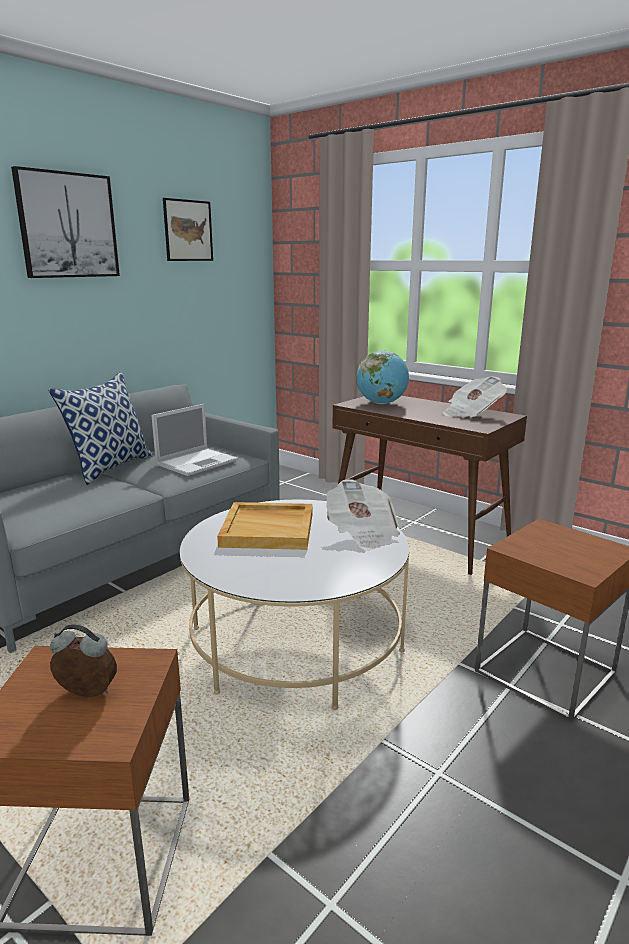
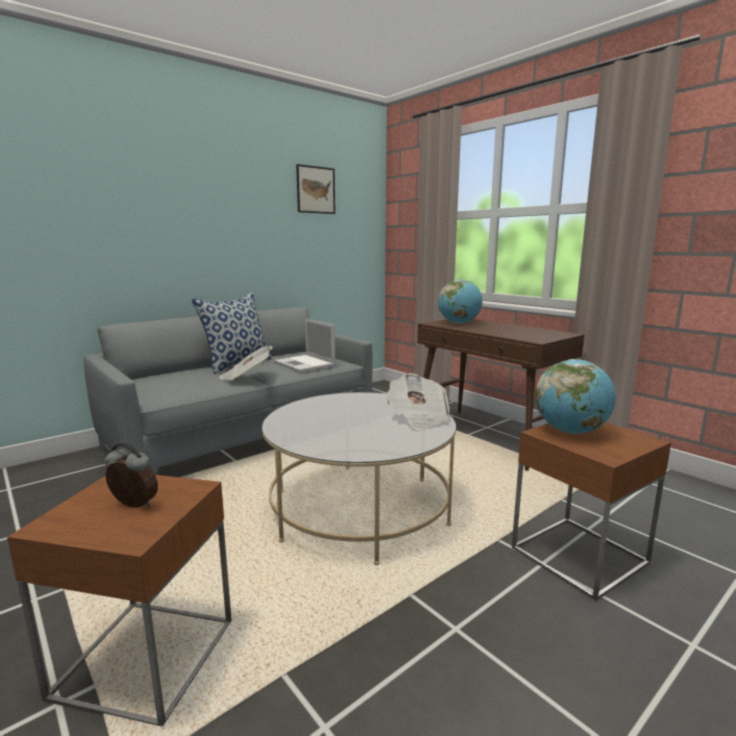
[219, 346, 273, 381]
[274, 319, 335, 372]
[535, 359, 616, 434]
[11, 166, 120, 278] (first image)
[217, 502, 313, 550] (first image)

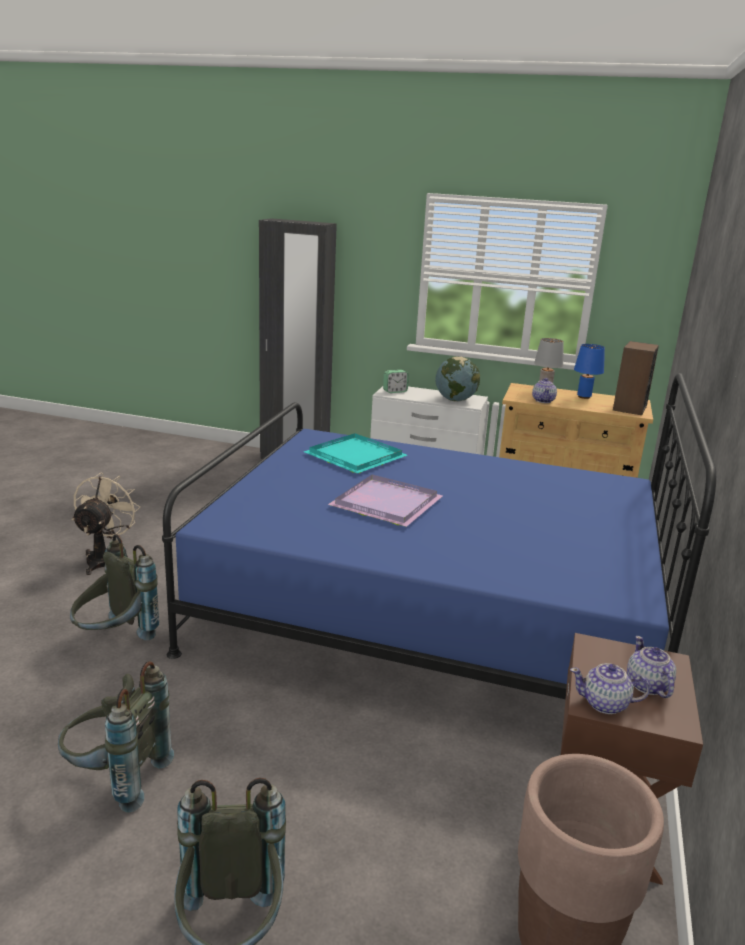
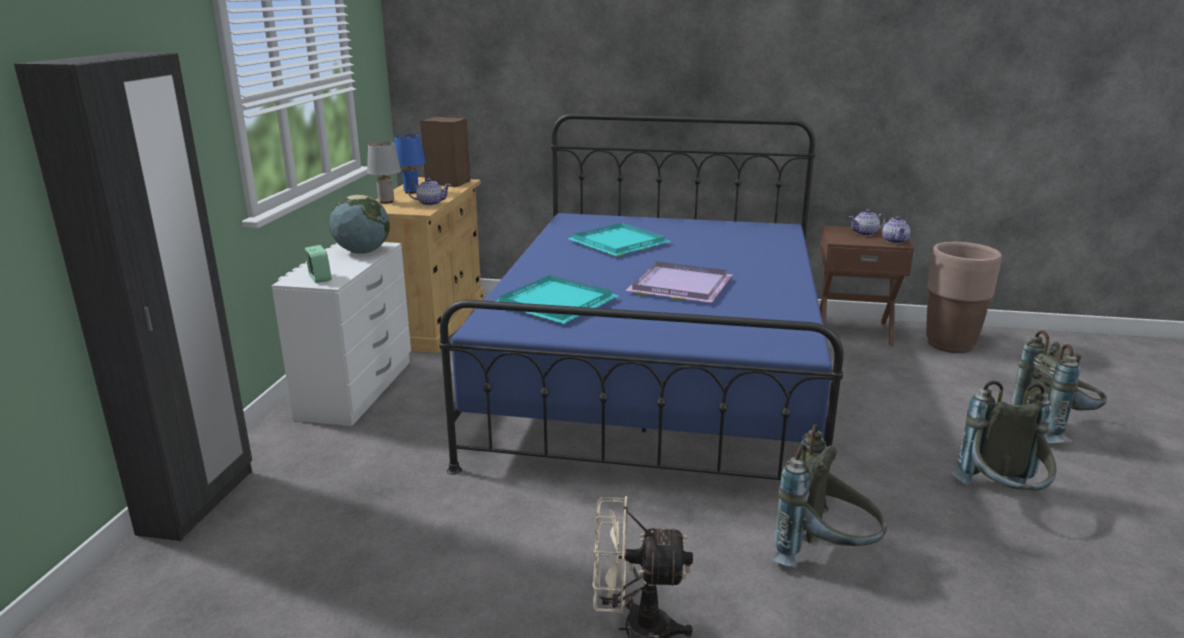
[567, 223, 671, 257]

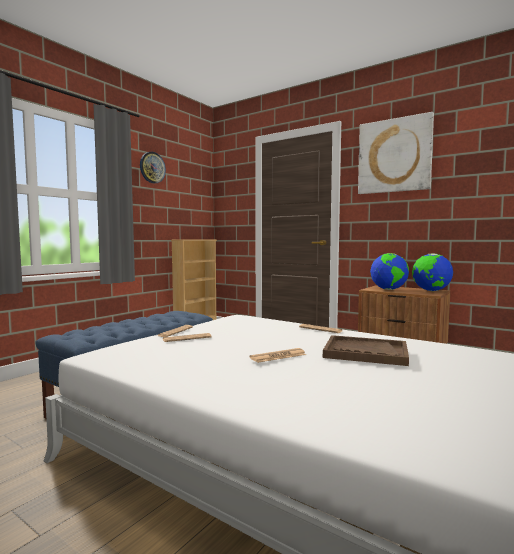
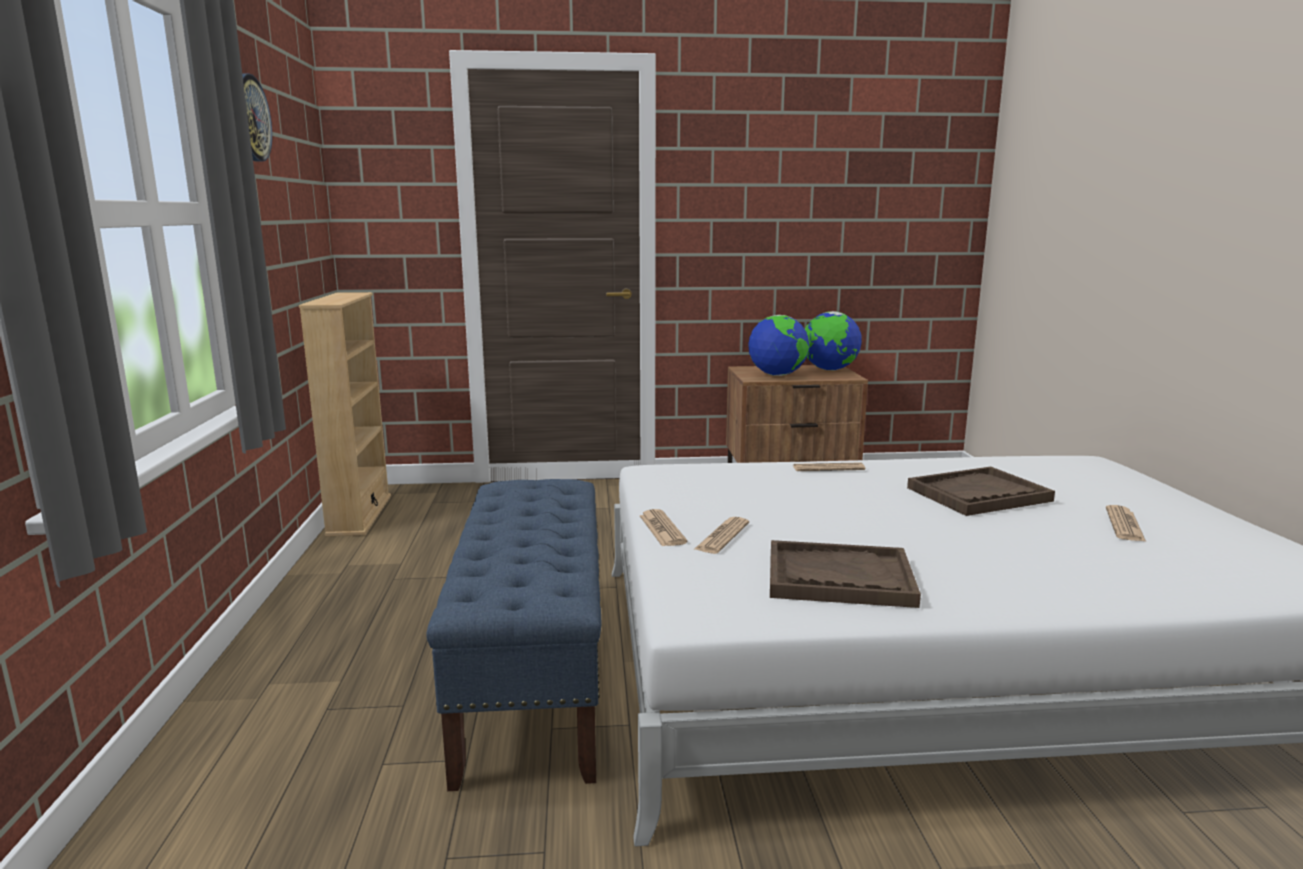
[770, 540, 921, 608]
[1106, 505, 1146, 542]
[358, 112, 434, 194] (first image)

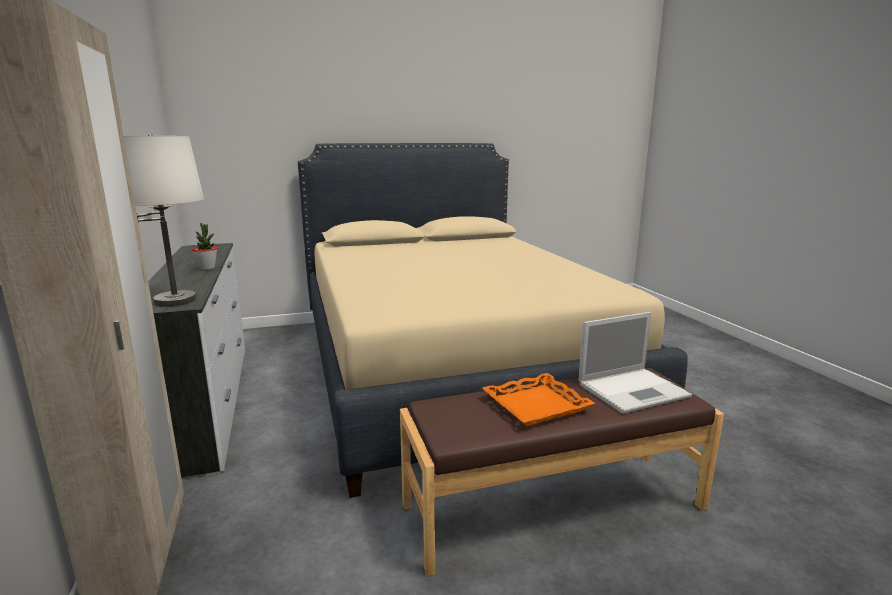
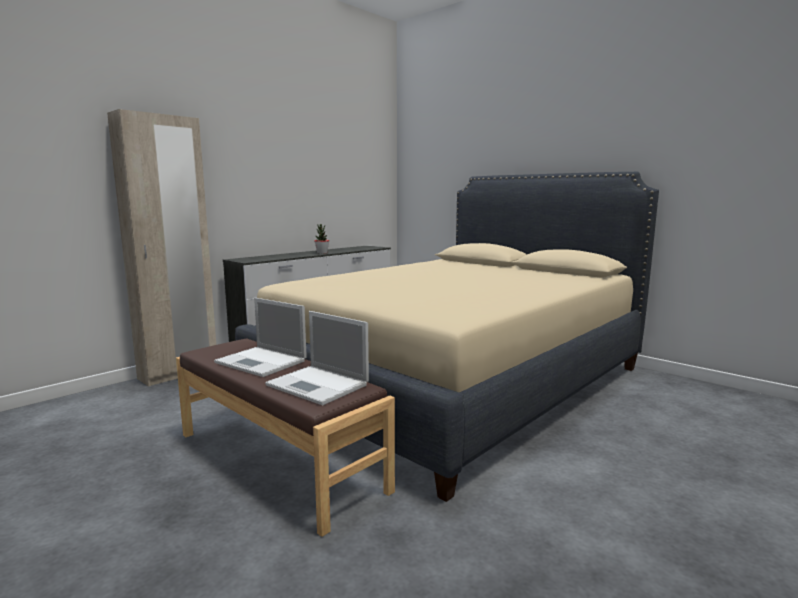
[214, 298, 307, 377]
[124, 133, 204, 307] (first image)

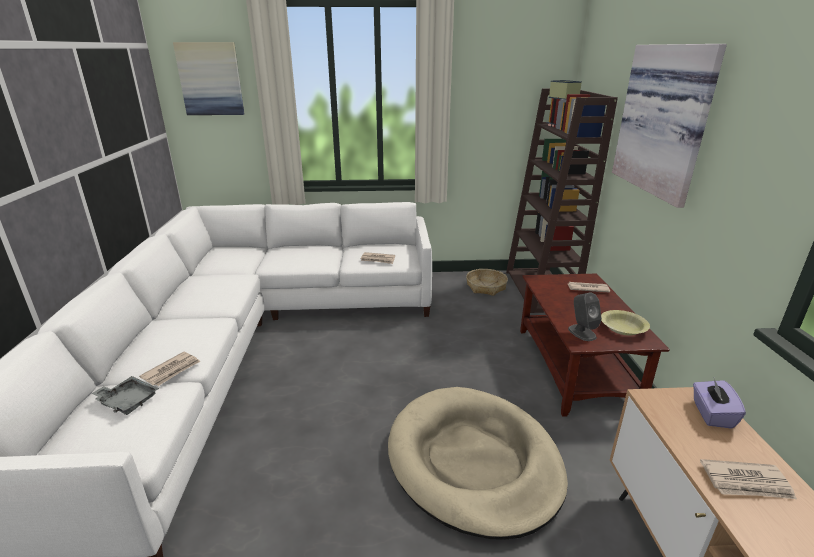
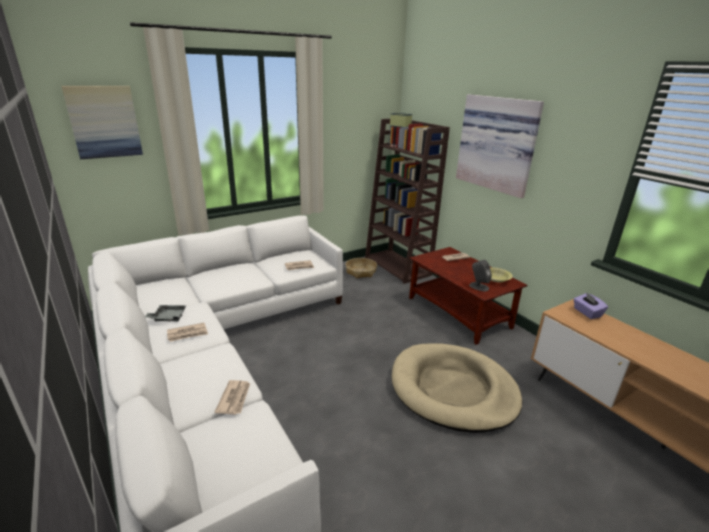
[145, 305, 187, 322]
[167, 323, 208, 342]

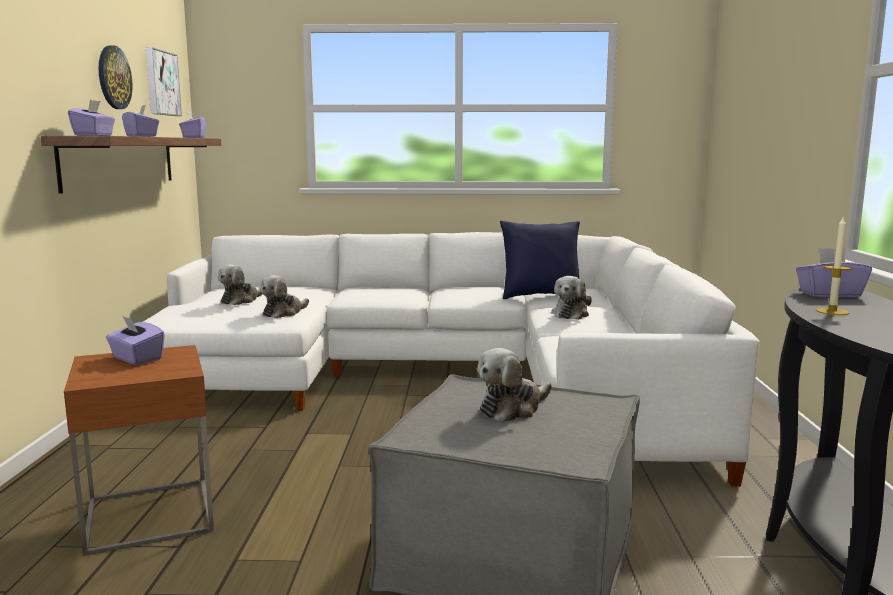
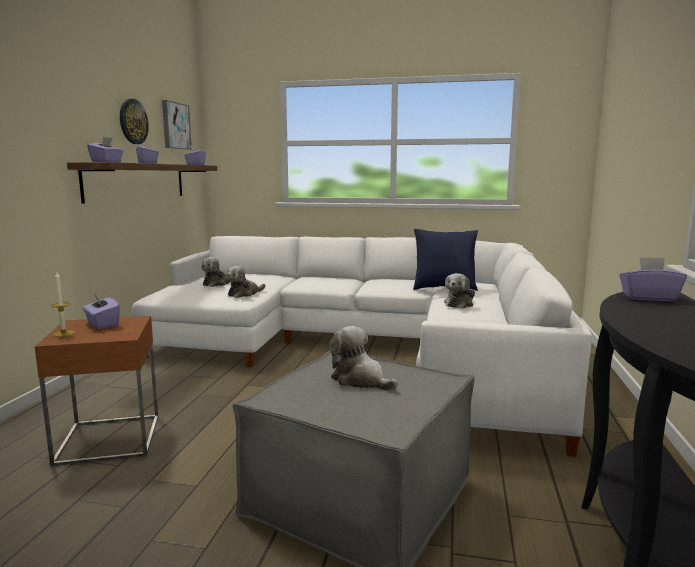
[51, 272, 75, 337]
[329, 326, 398, 391]

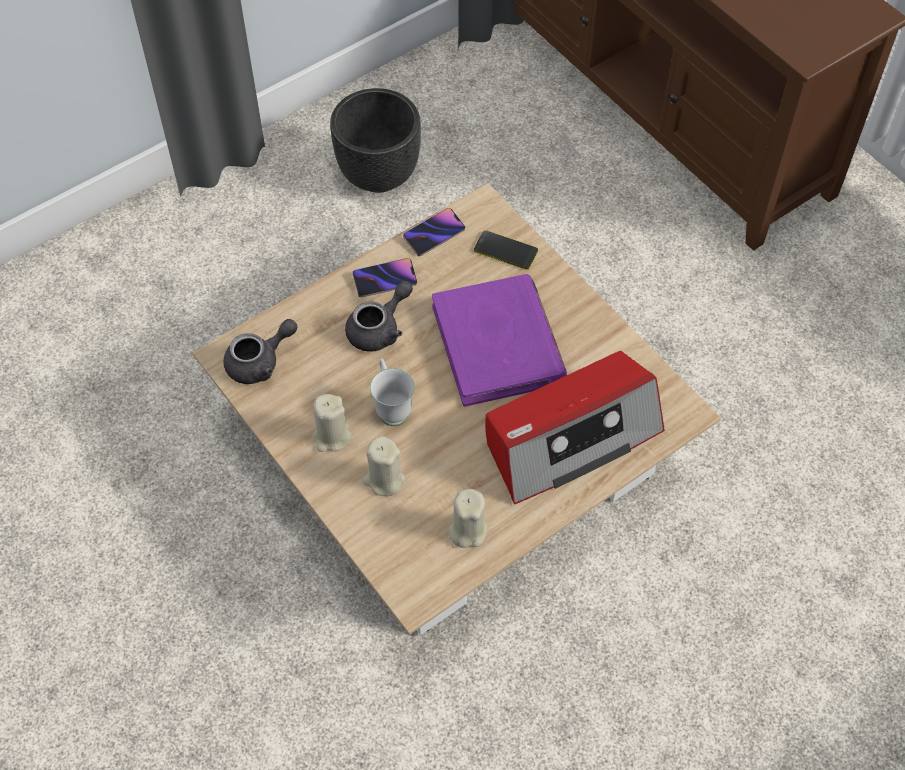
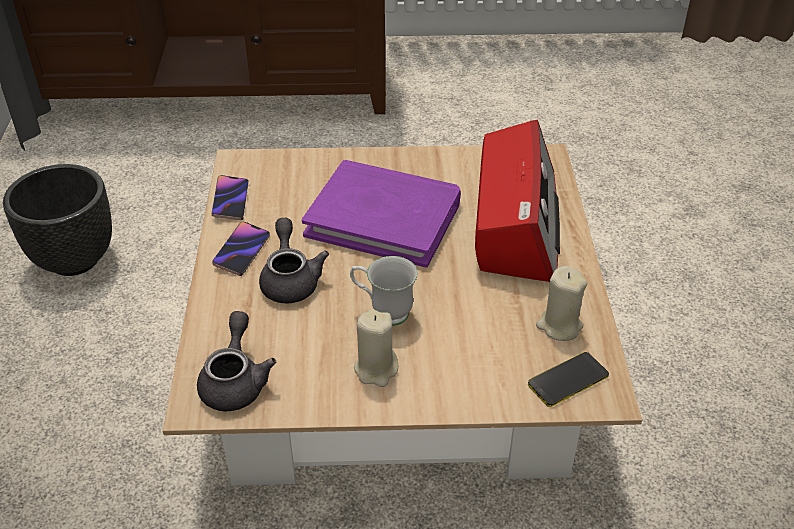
[528, 352, 609, 407]
[363, 436, 406, 496] (first image)

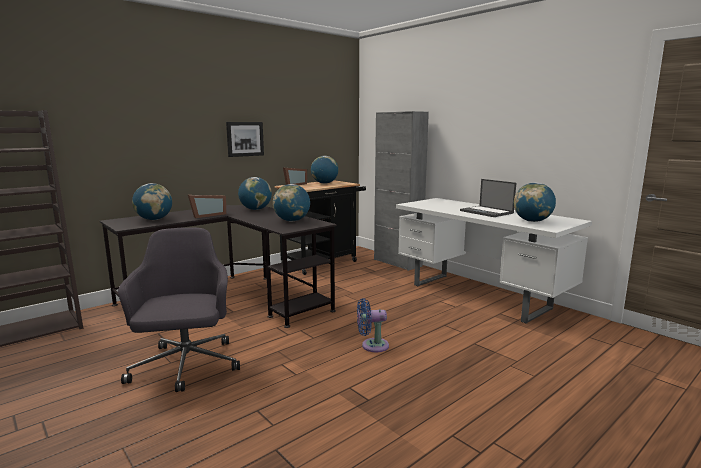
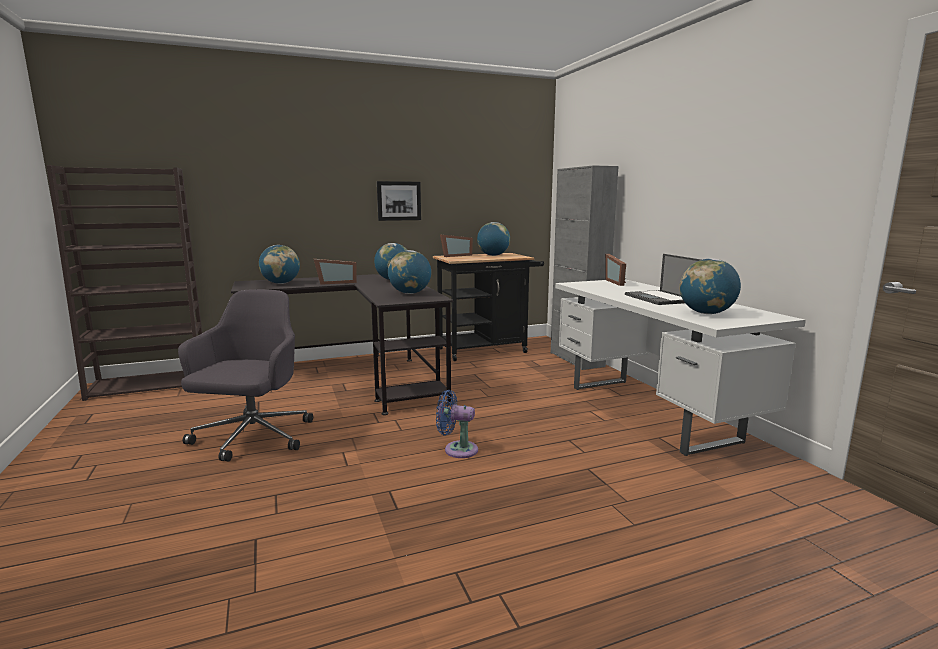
[605, 254, 626, 286]

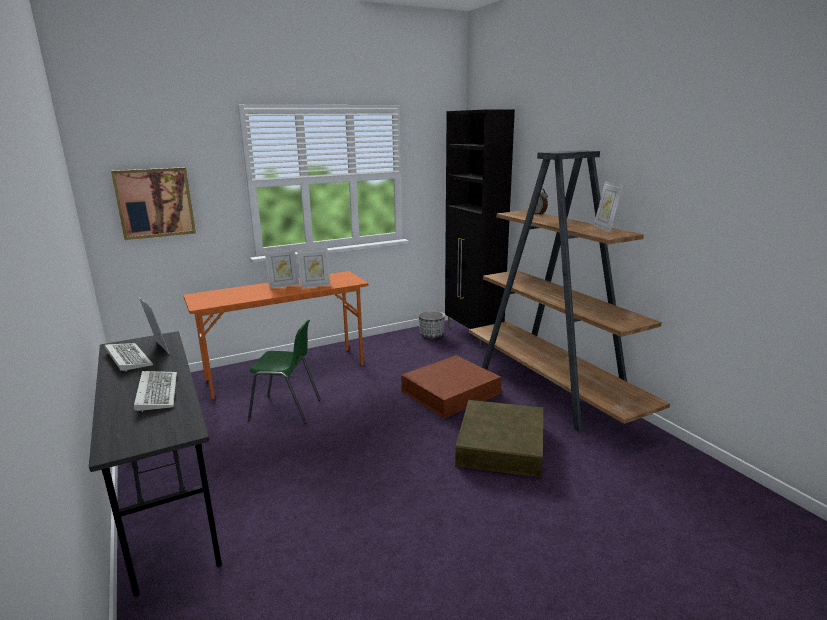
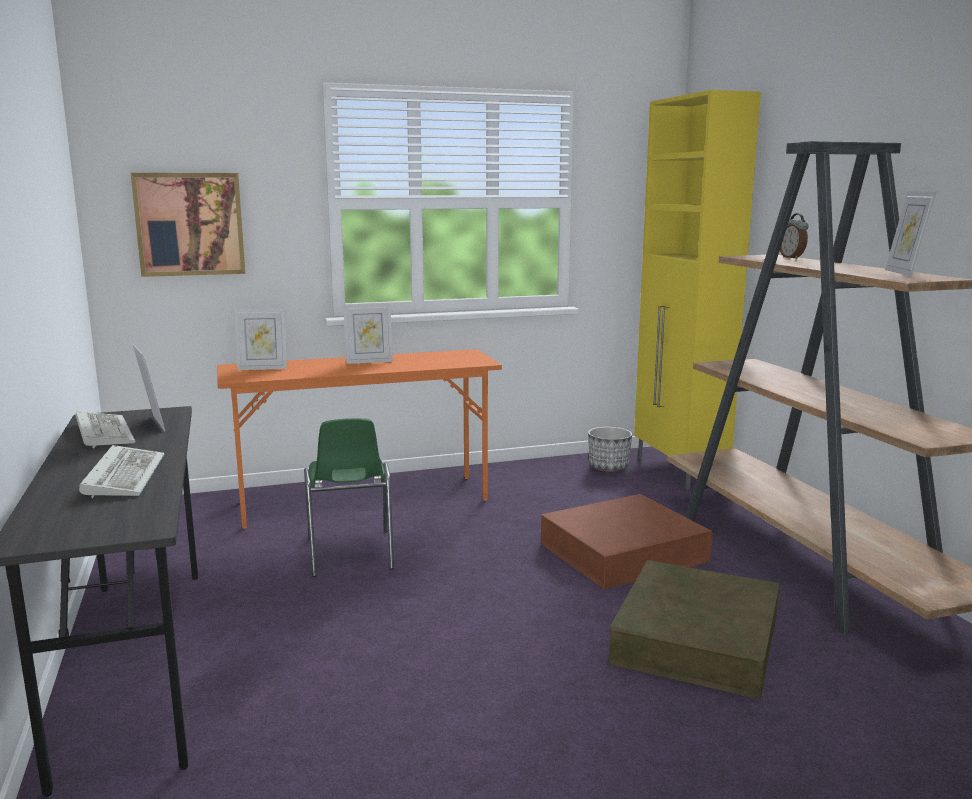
[235, 308, 287, 370]
[304, 418, 394, 577]
[634, 90, 761, 490]

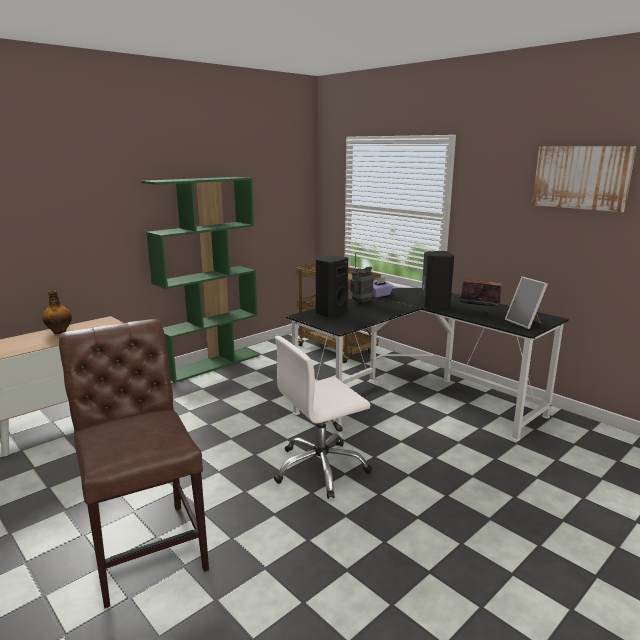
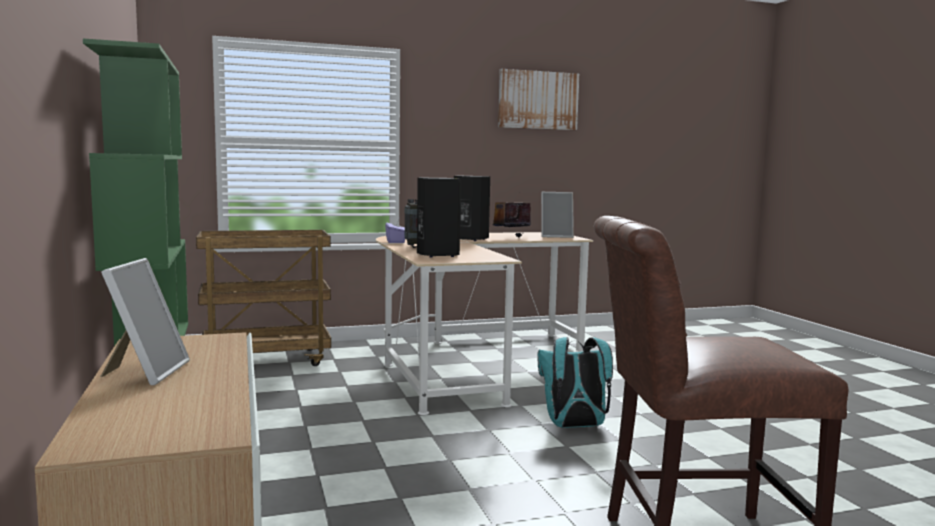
[100, 258, 190, 386]
[376, 232, 593, 415]
[537, 337, 613, 428]

